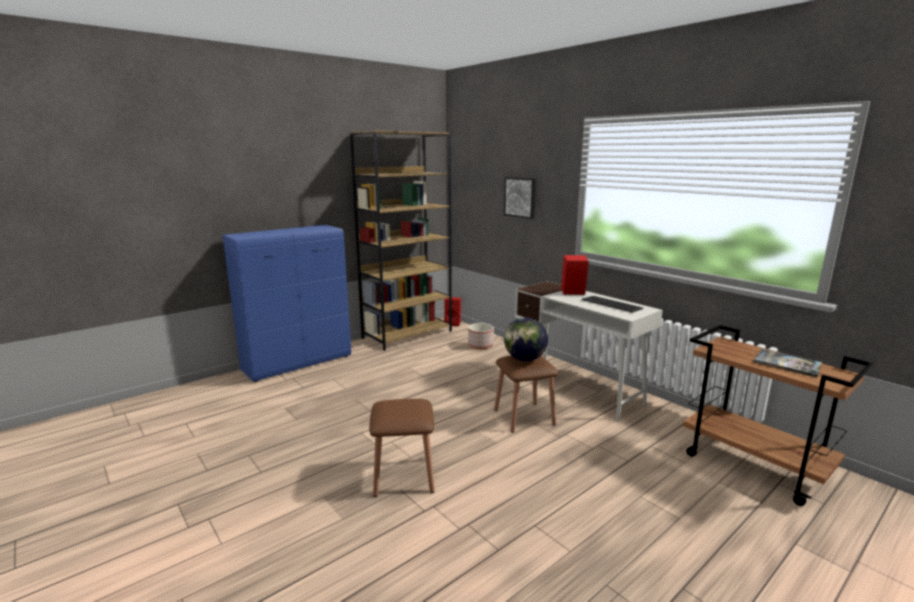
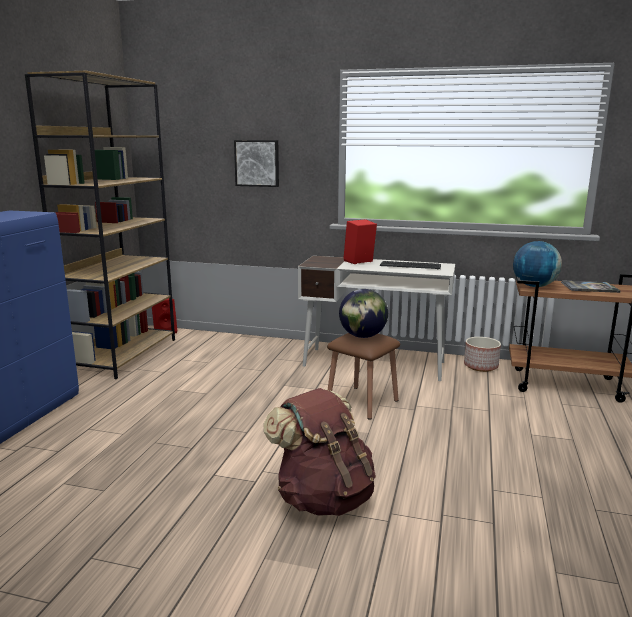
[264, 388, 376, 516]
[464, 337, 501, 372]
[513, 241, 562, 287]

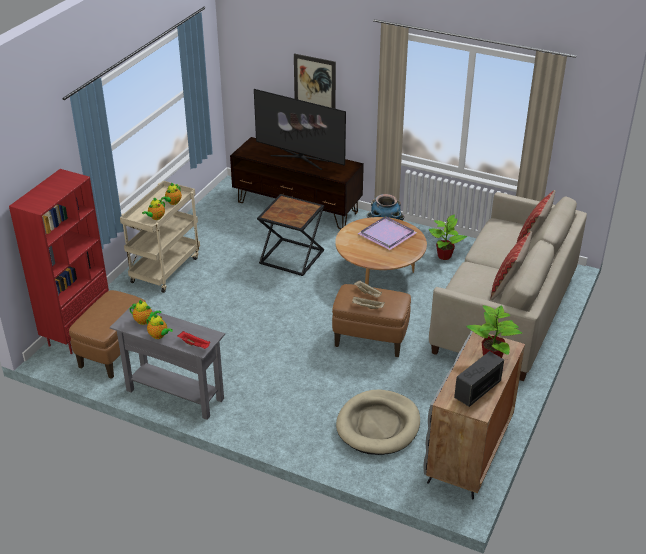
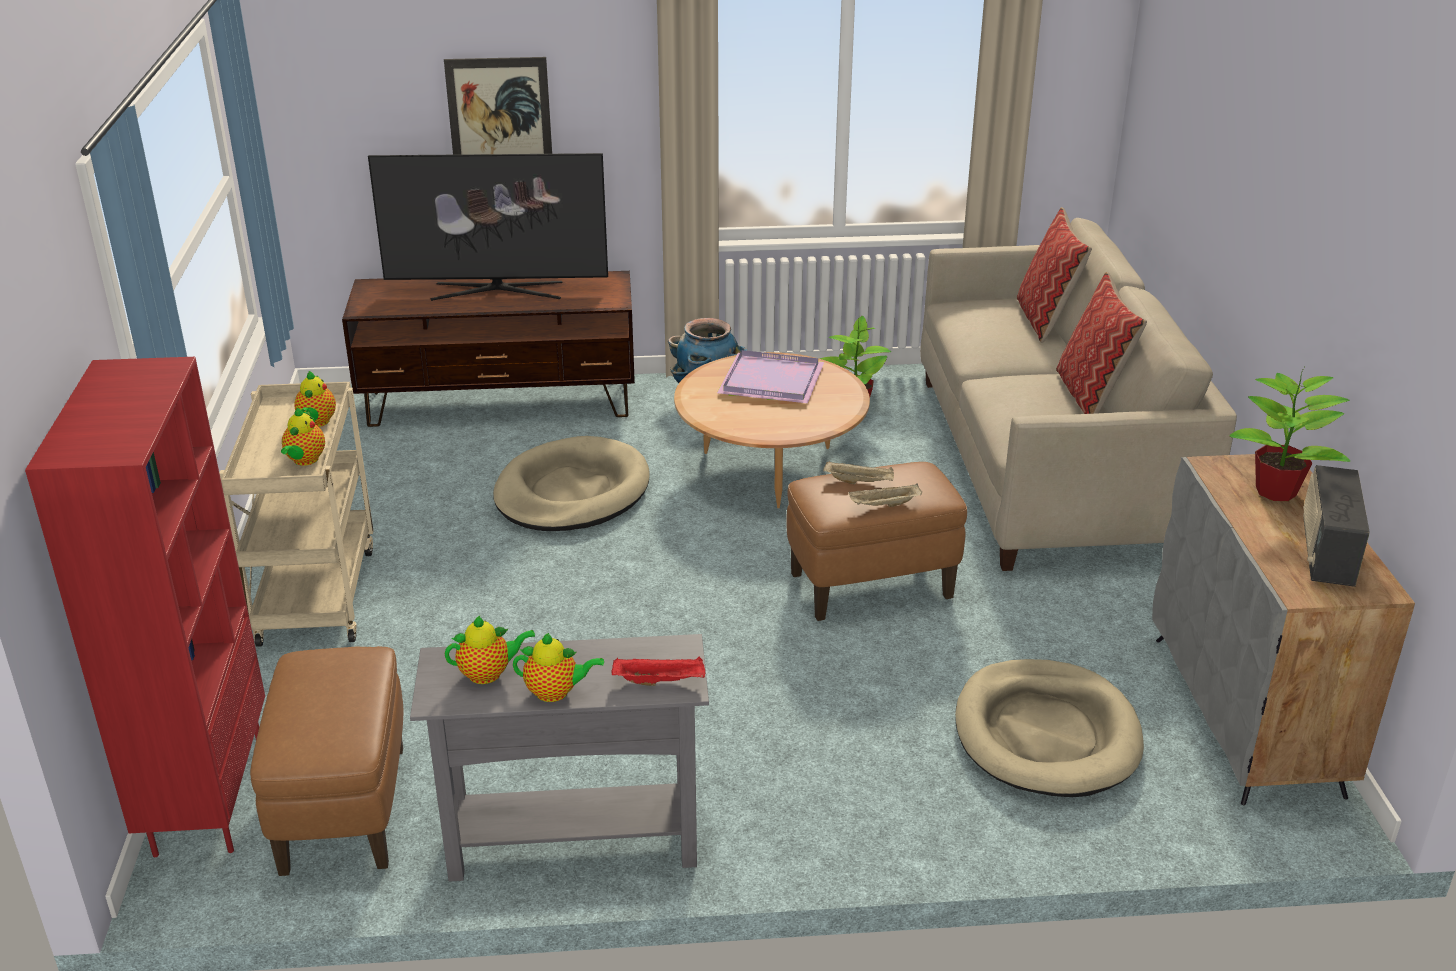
[493, 436, 649, 531]

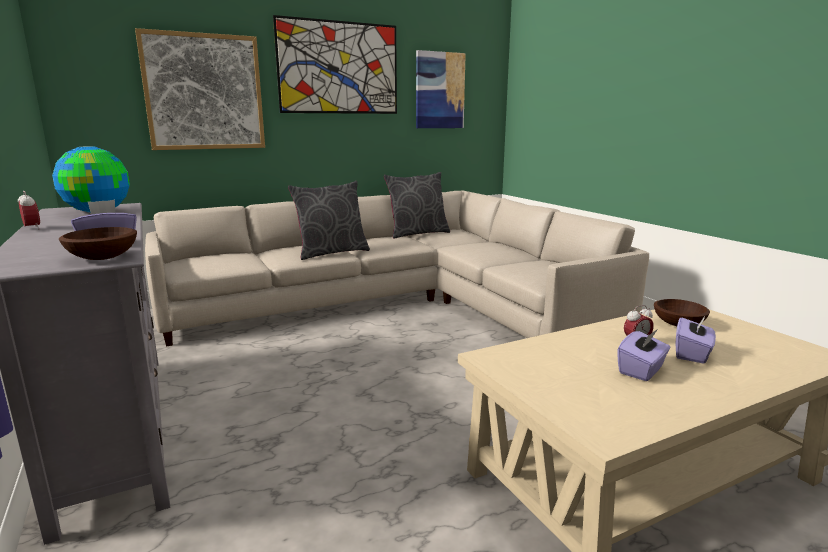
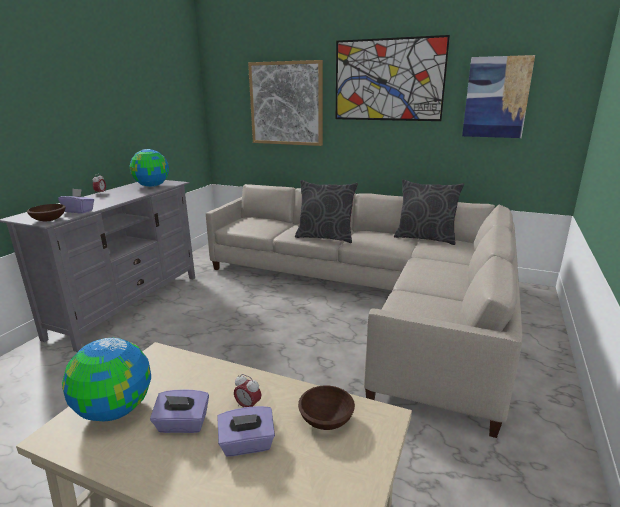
[62, 338, 151, 421]

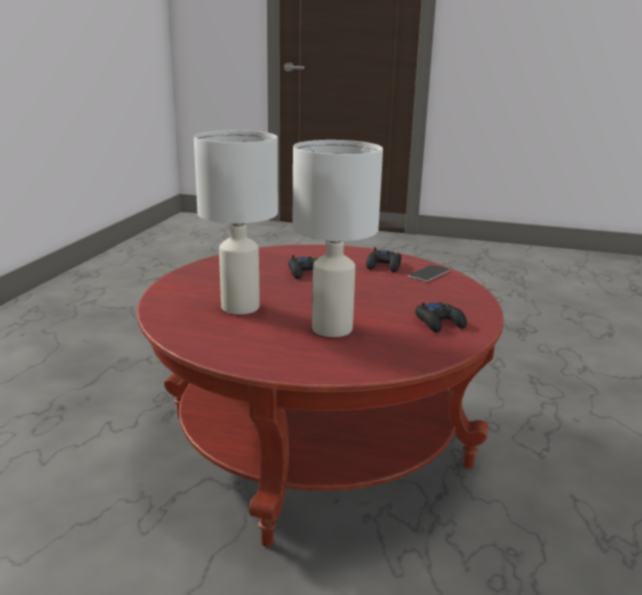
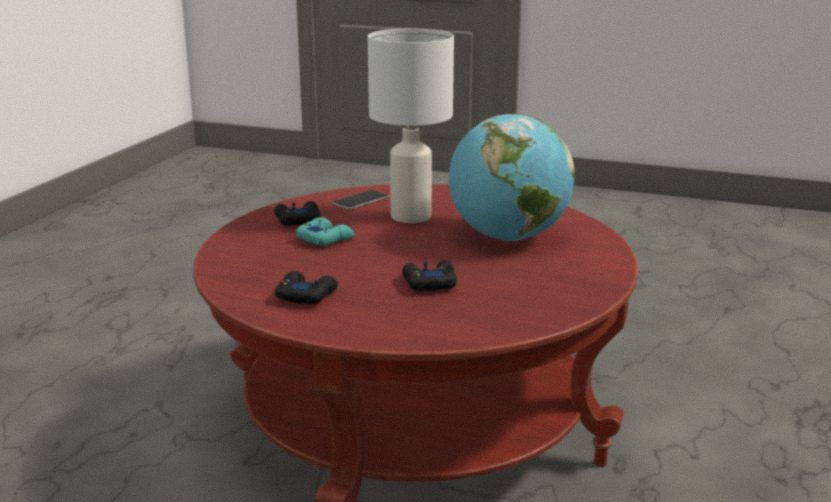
[296, 217, 355, 246]
[332, 190, 389, 209]
[449, 114, 575, 241]

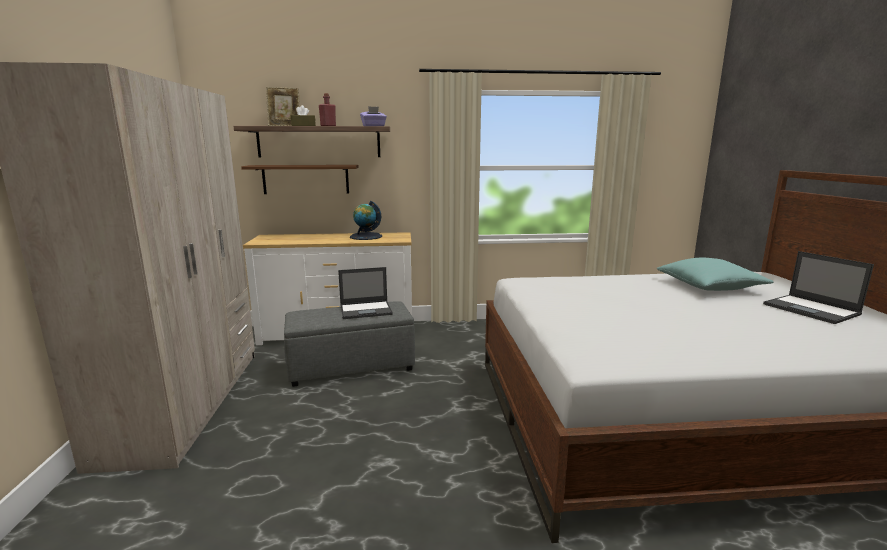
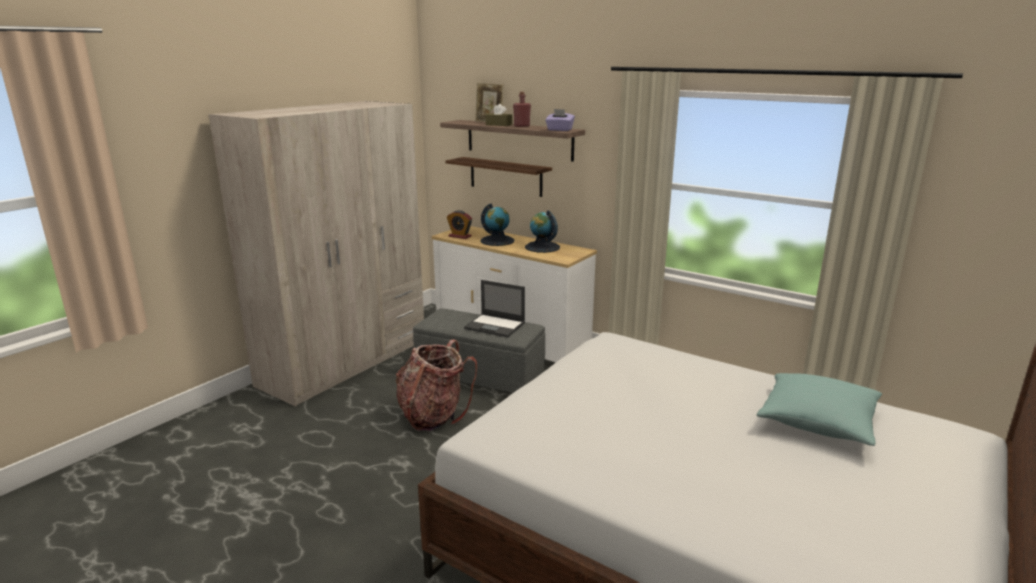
[396, 339, 477, 431]
[447, 210, 472, 239]
[480, 203, 514, 246]
[763, 251, 874, 324] (first image)

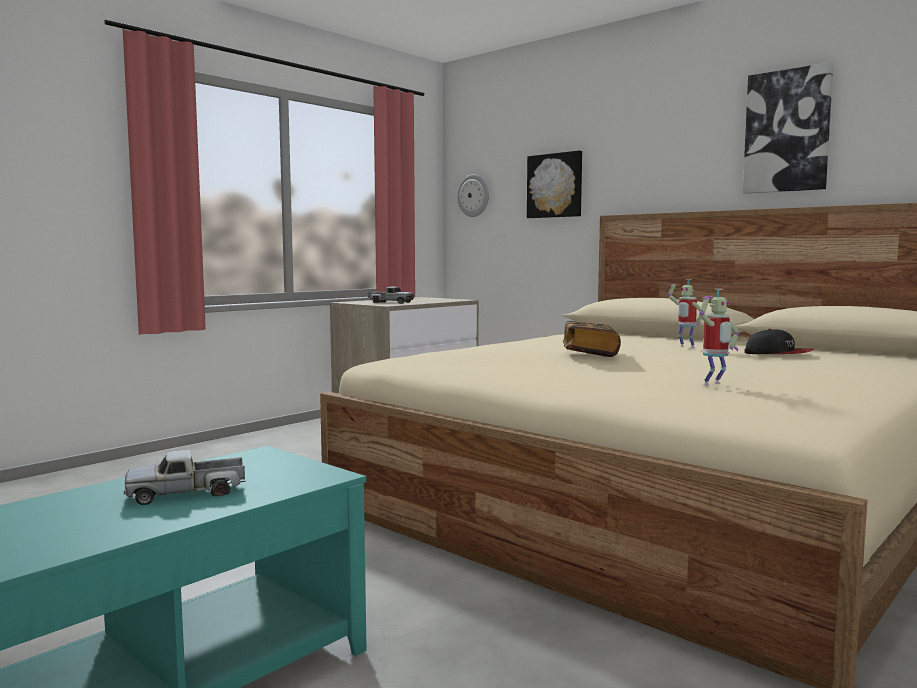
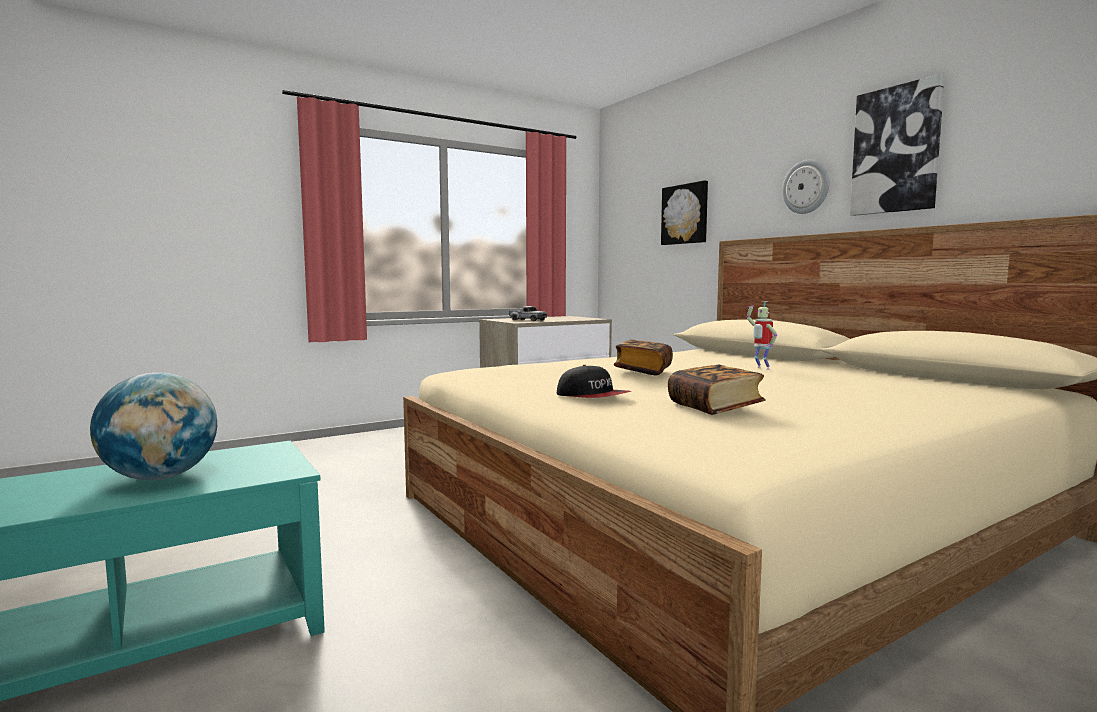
[90, 372, 217, 480]
[557, 365, 632, 398]
[668, 365, 765, 415]
[782, 160, 829, 214]

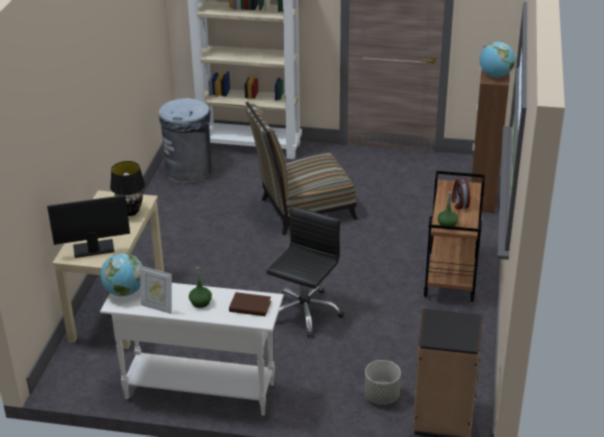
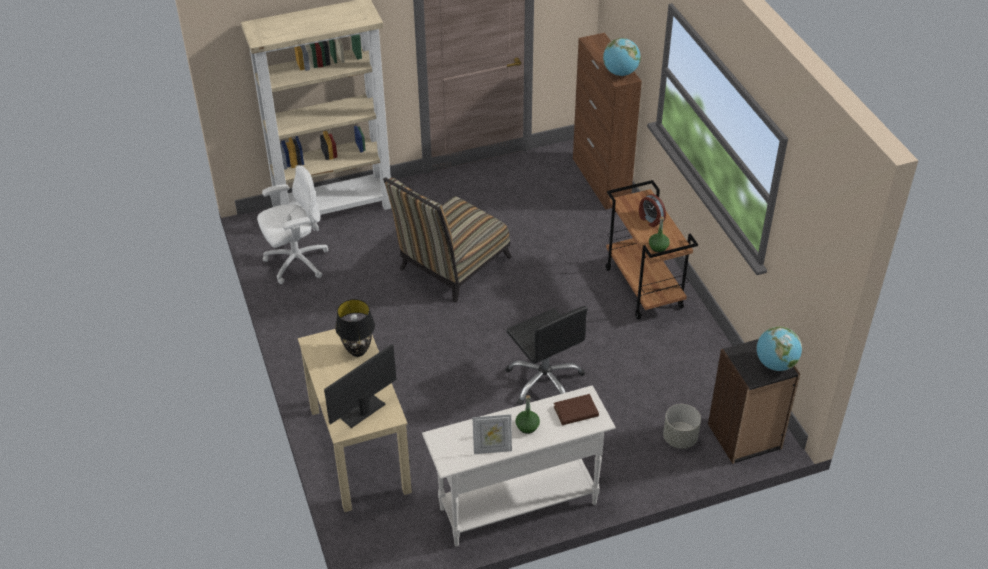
[257, 165, 328, 284]
[505, 306, 588, 405]
[757, 326, 802, 371]

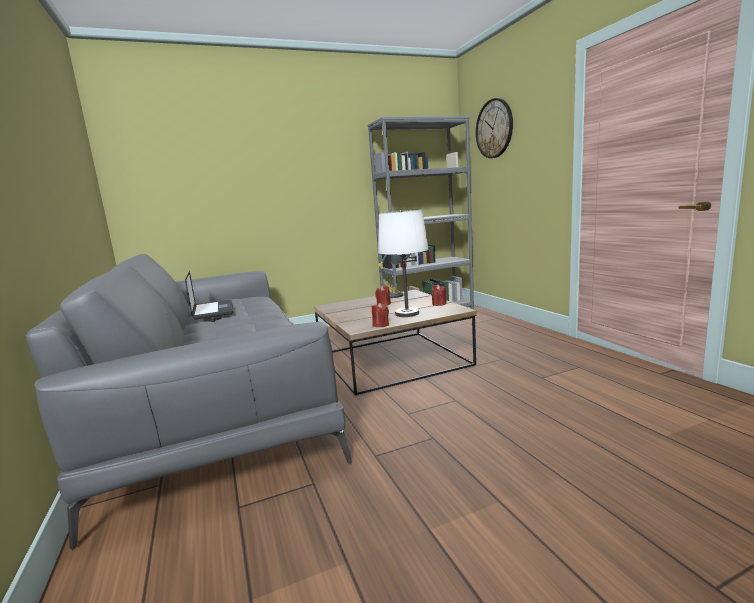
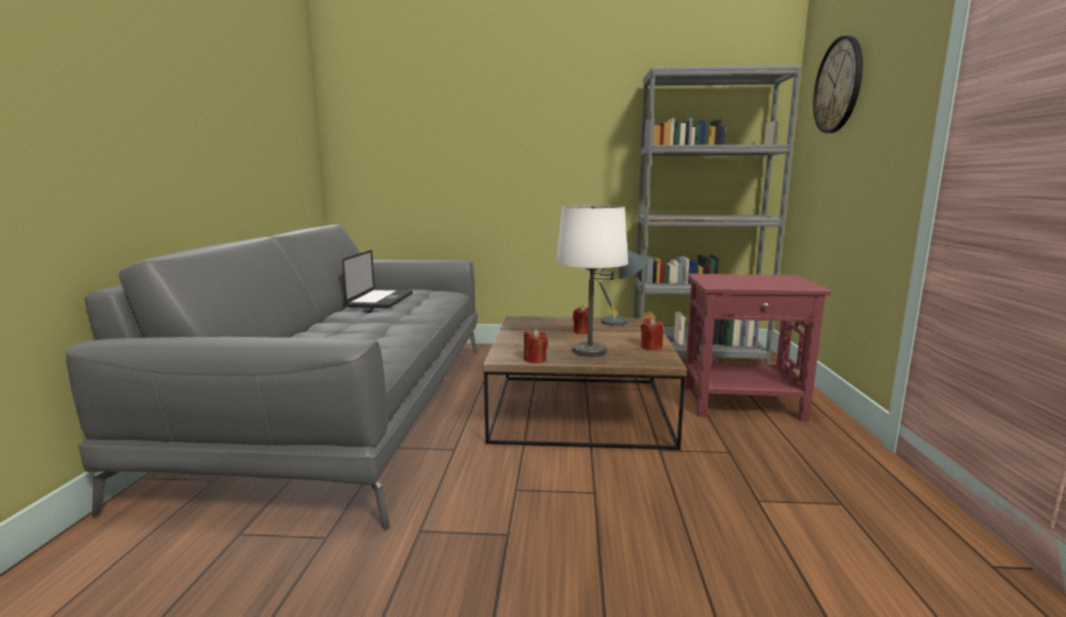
[685, 274, 831, 421]

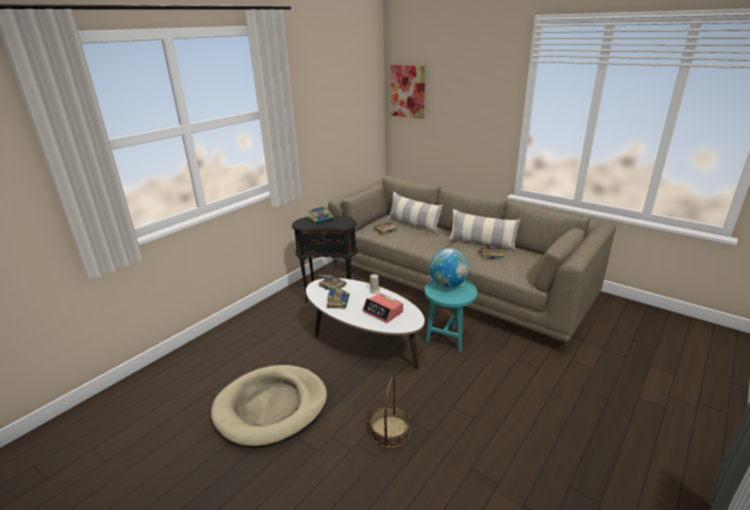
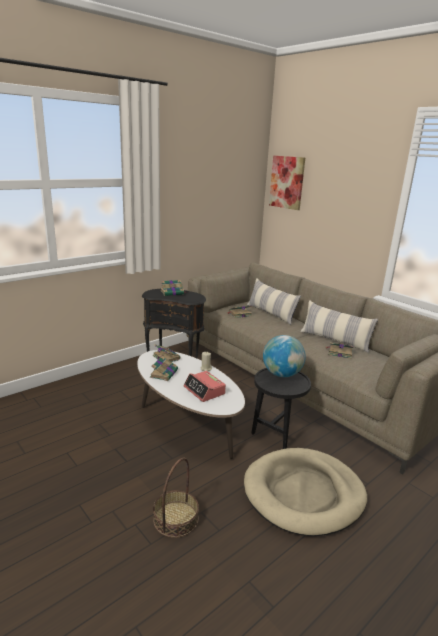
[244, 448, 367, 536]
[251, 368, 311, 449]

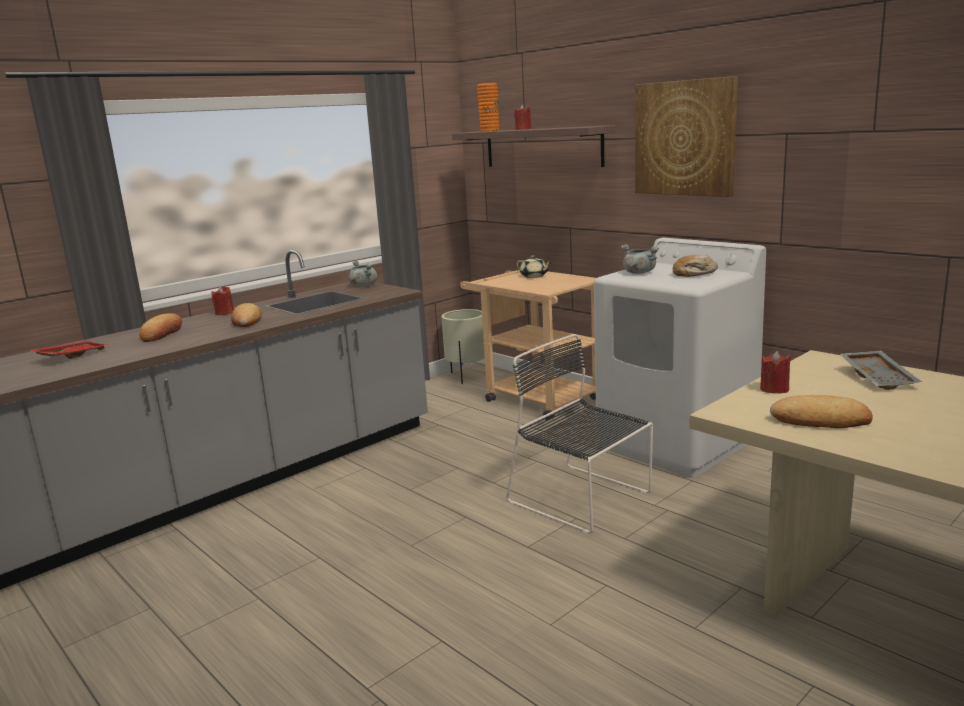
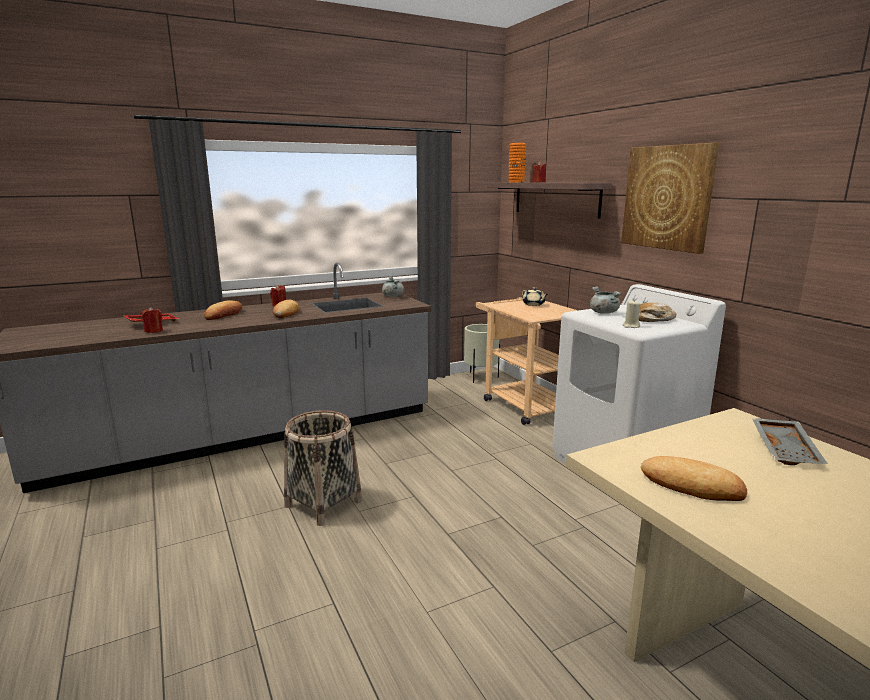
[142, 307, 163, 333]
[284, 410, 362, 526]
[622, 300, 641, 328]
[506, 334, 653, 534] (first image)

